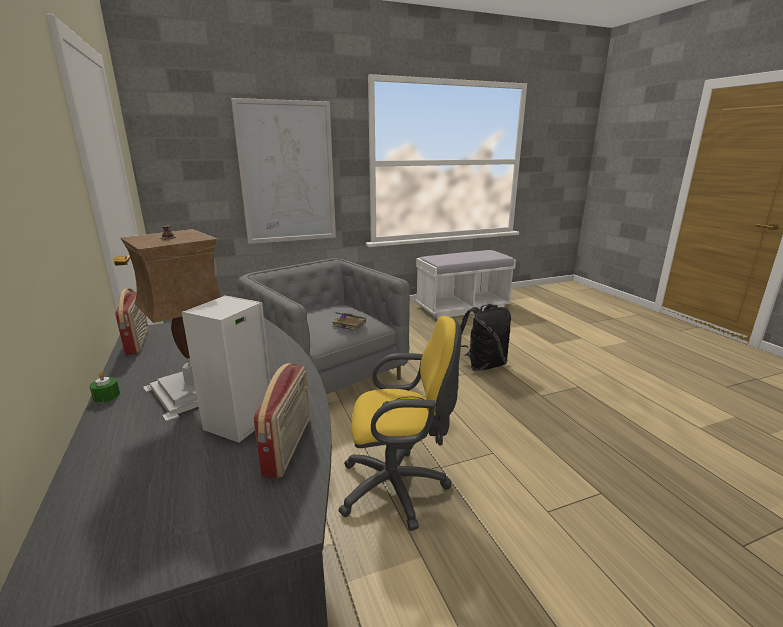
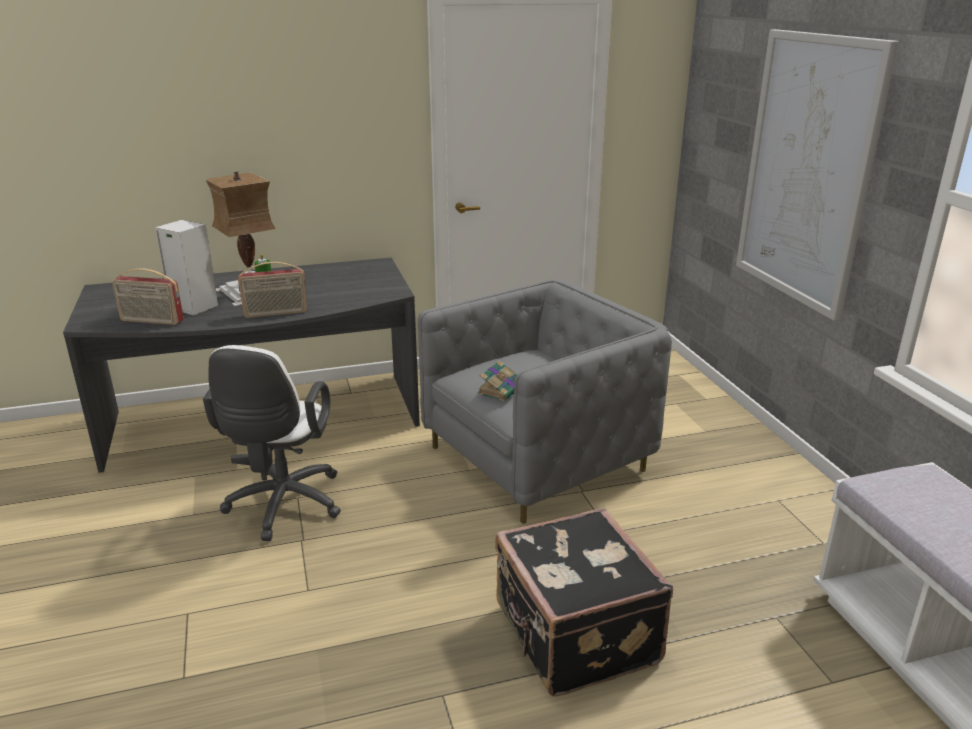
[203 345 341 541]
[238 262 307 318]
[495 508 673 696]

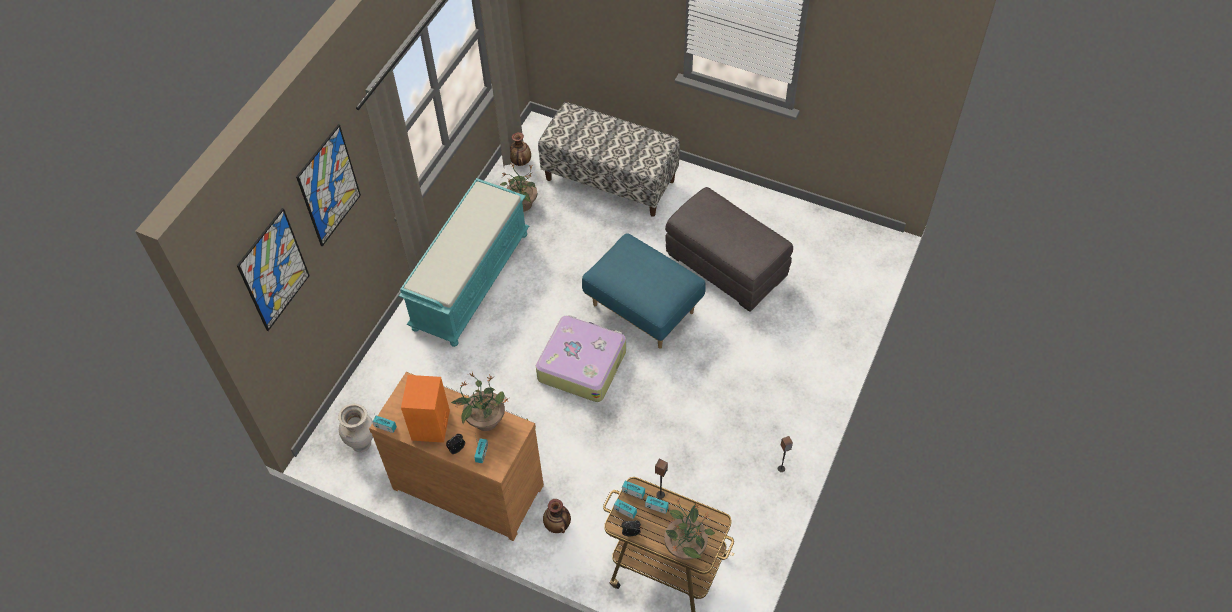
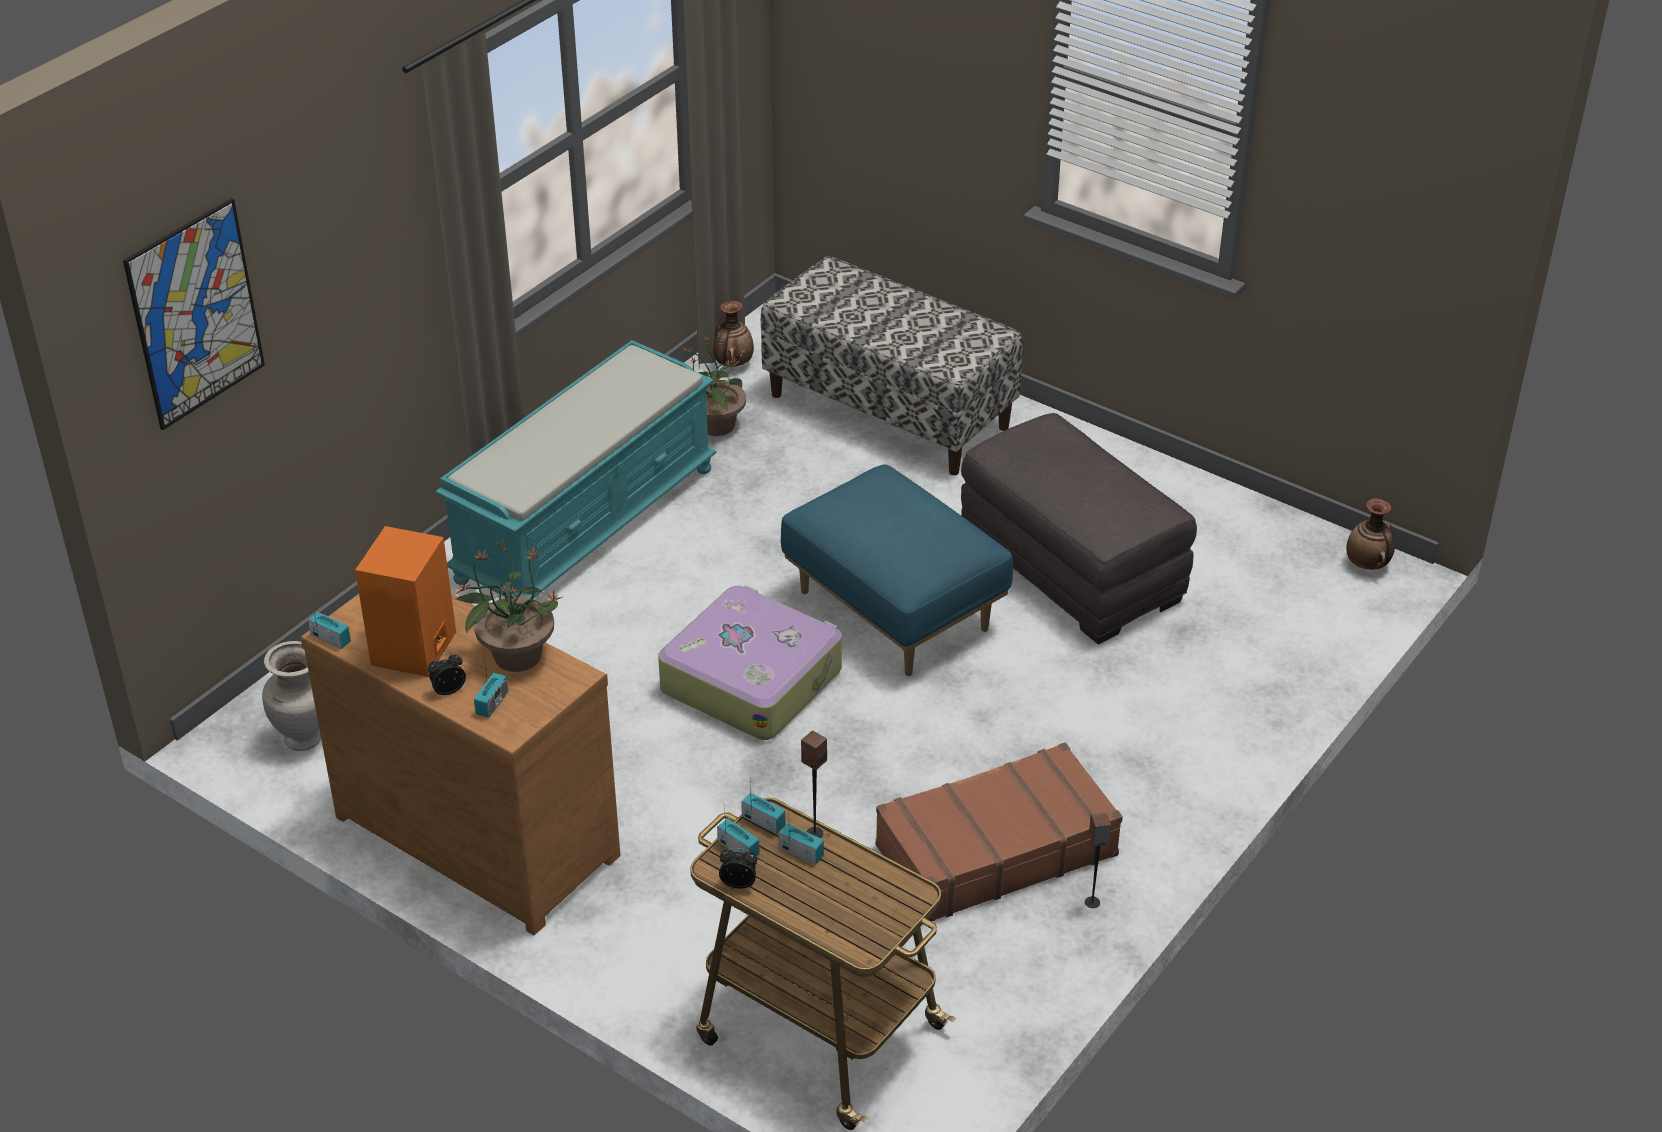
[876 742 1123 921]
[1346 499 1395 570]
[296 124 361 247] (first image)
[664 498 715 560] (first image)

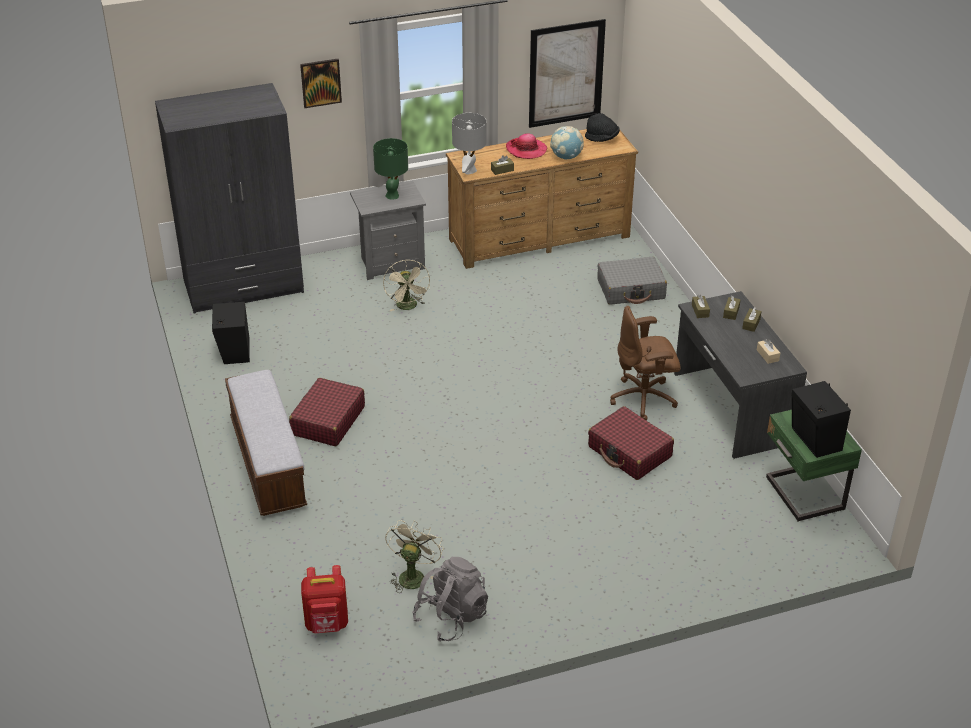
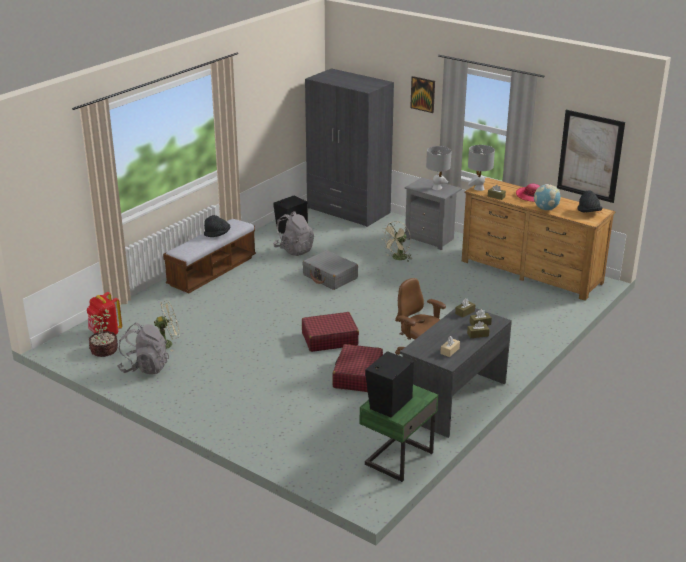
[89 308 118 357]
[204 215 230 237]
[273 211 314 256]
[302 250 358 290]
[302 312 359 352]
[426 146 451 190]

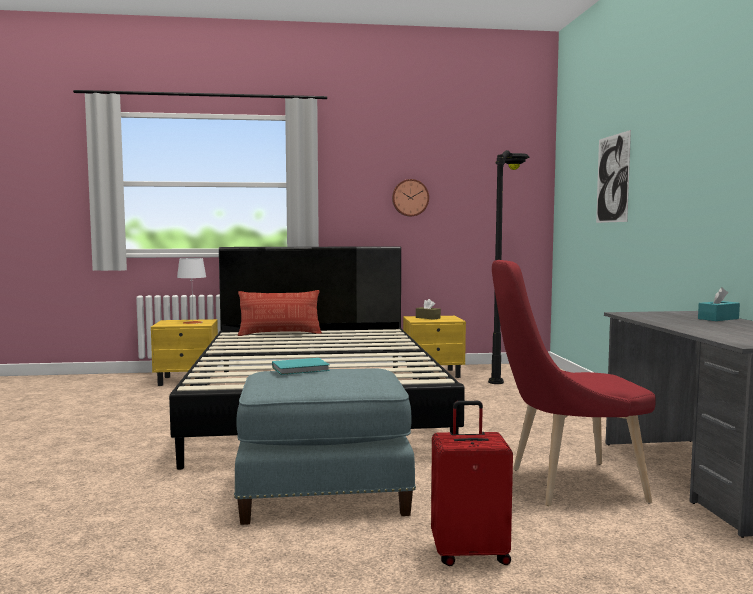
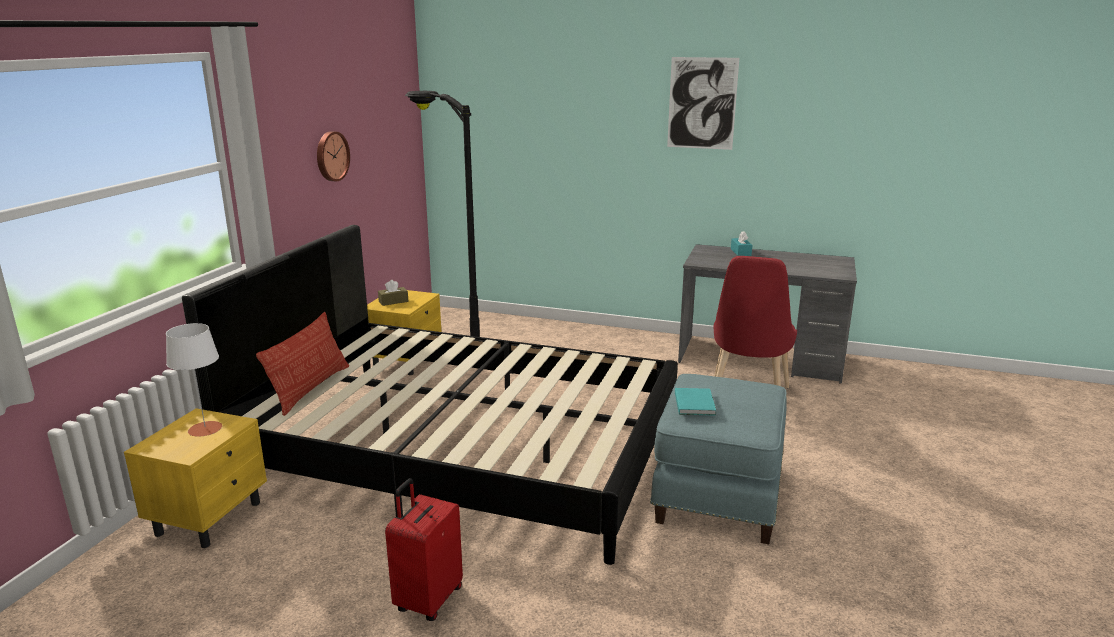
[385 478 463 621]
[667 57 739 150]

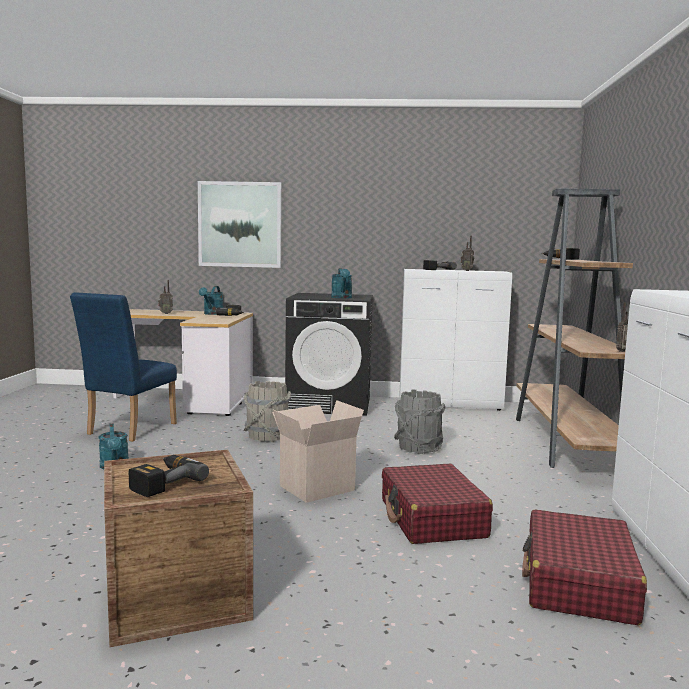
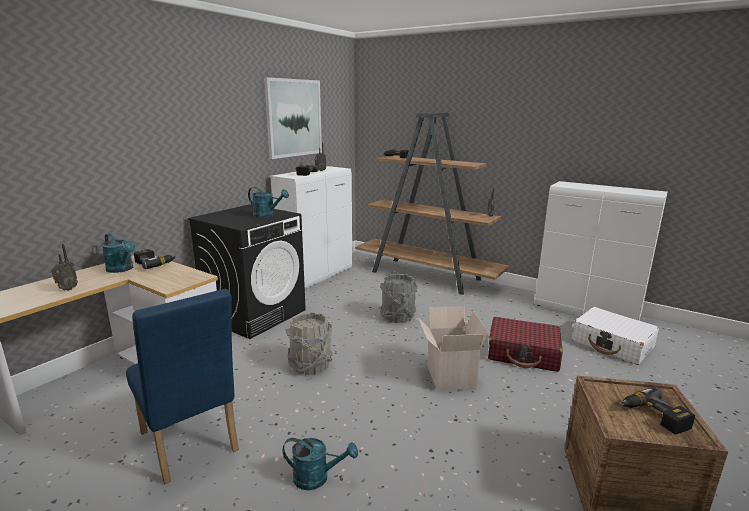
[264 77 322 159]
[572 307 659 365]

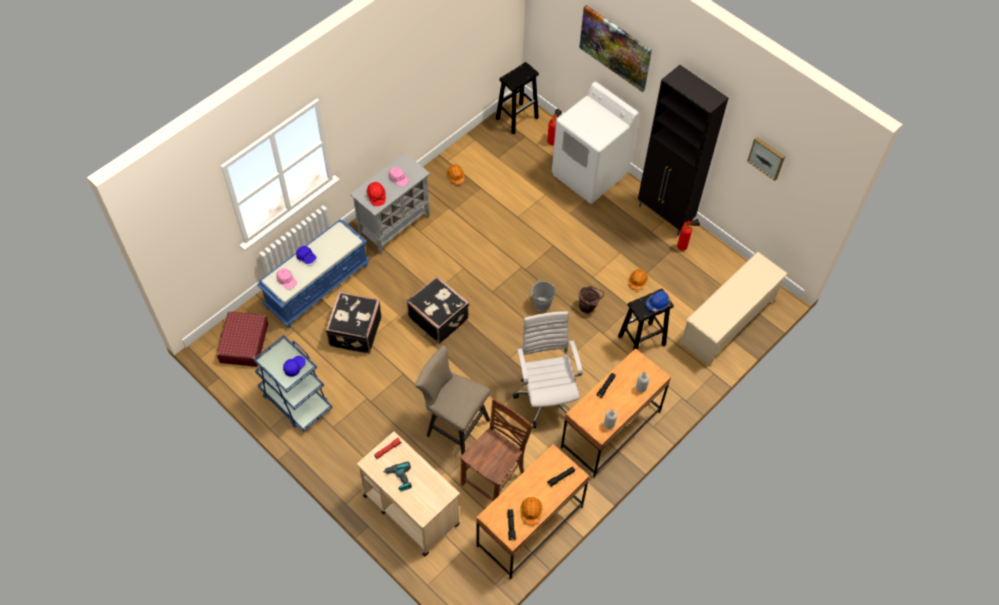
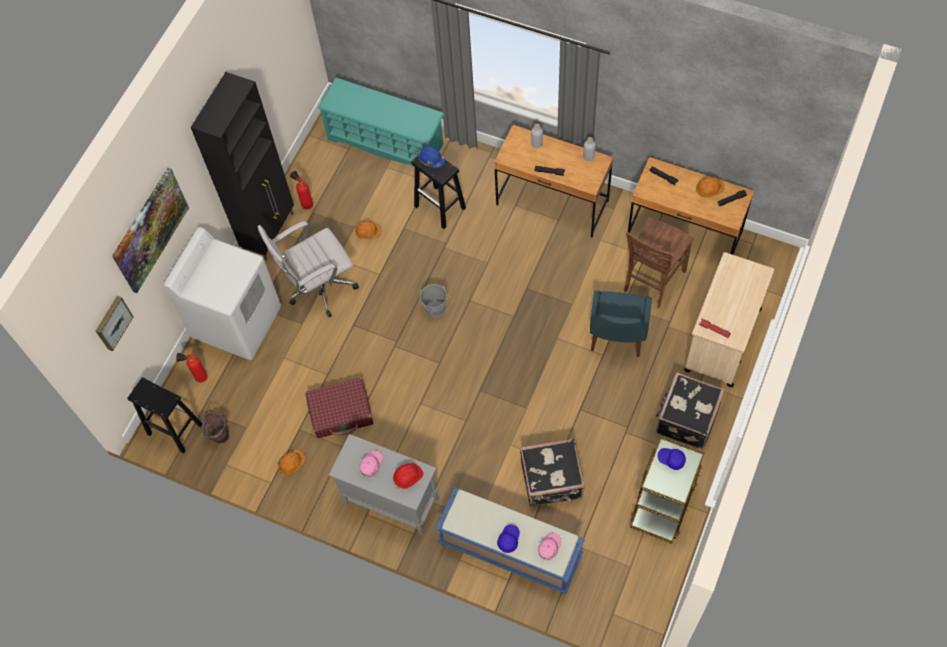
[96 296 134 351]
[201 409 229 443]
[258 221 359 318]
[305 378 373 438]
[318 78 444 167]
[590 290 652 357]
[624 217 694 308]
[630 436 705 544]
[656 372 725 449]
[383 461 412 491] (first image)

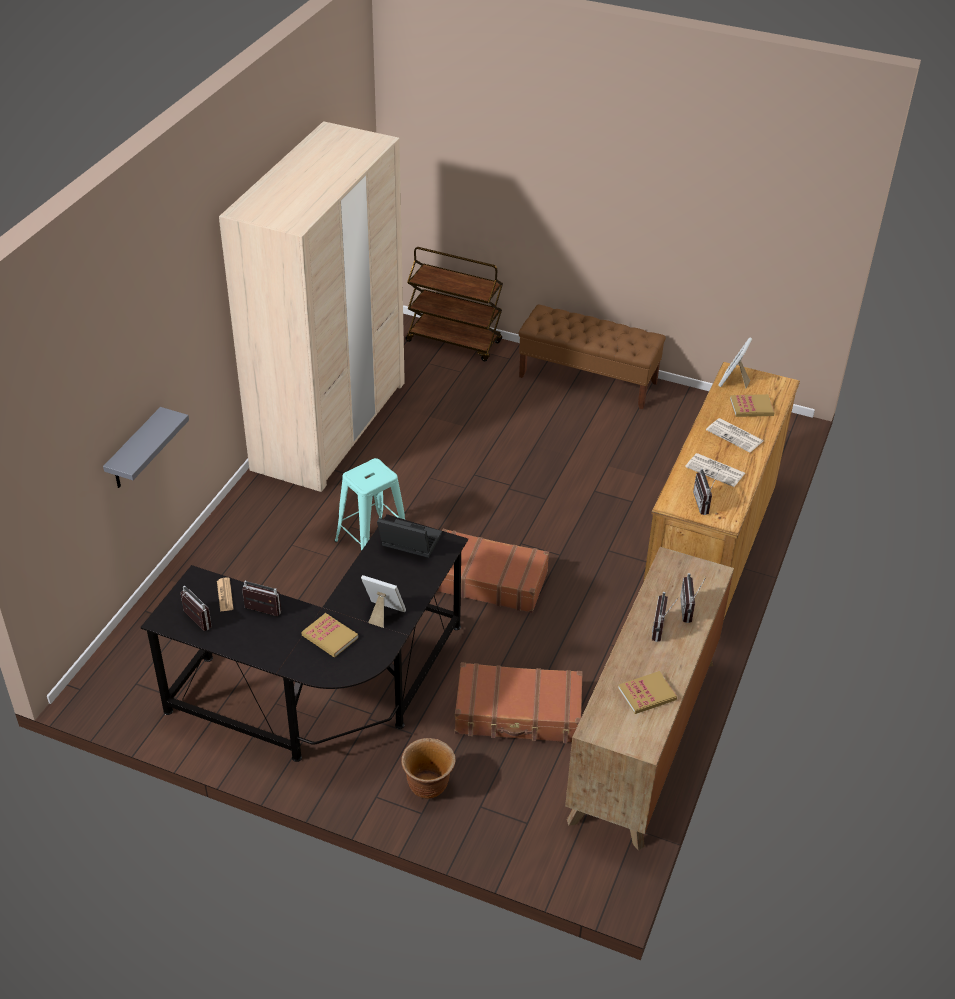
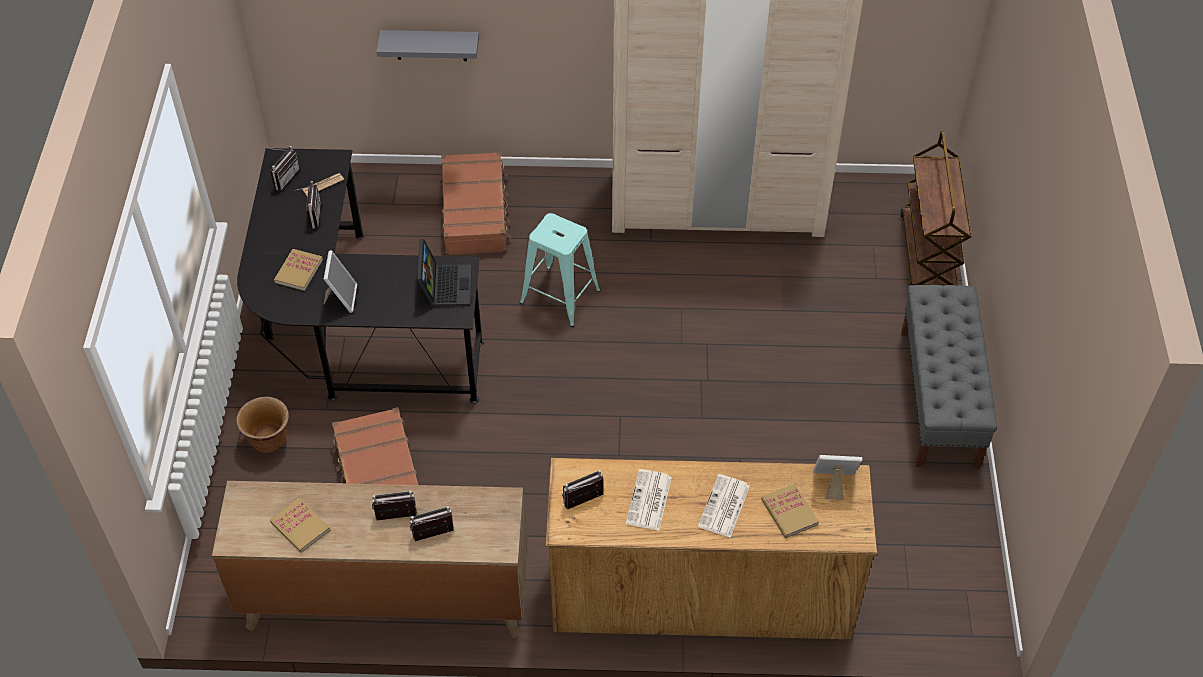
[441 152 511 256]
[901 285 997 469]

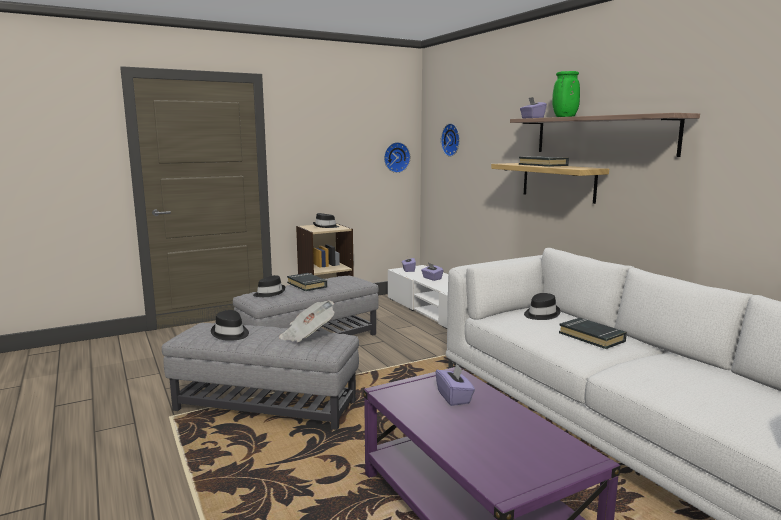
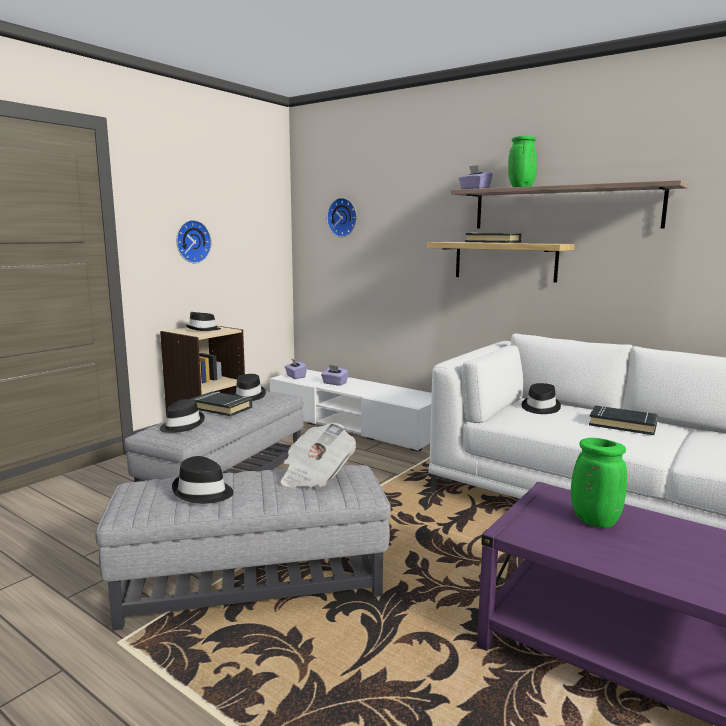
[176 220 211 263]
[232 374 266 401]
[571 438 627 528]

